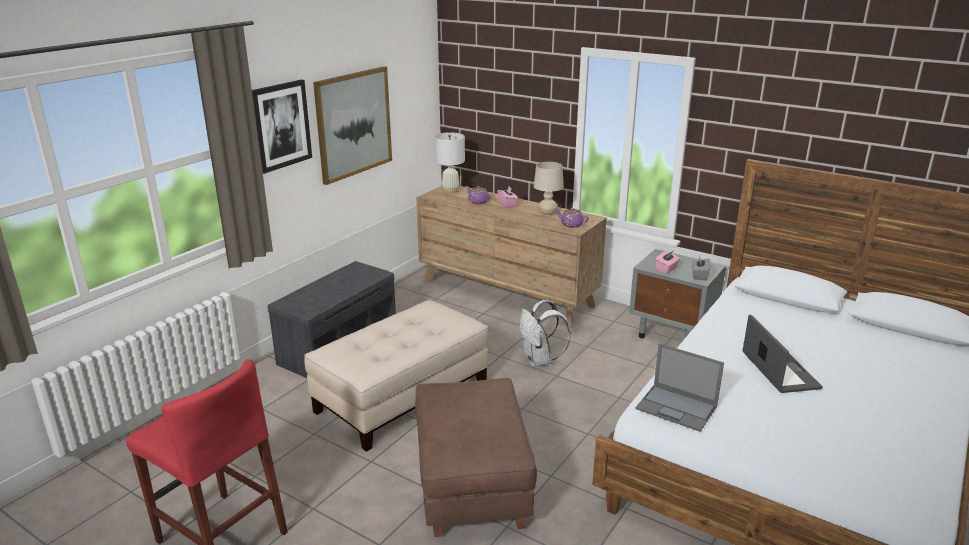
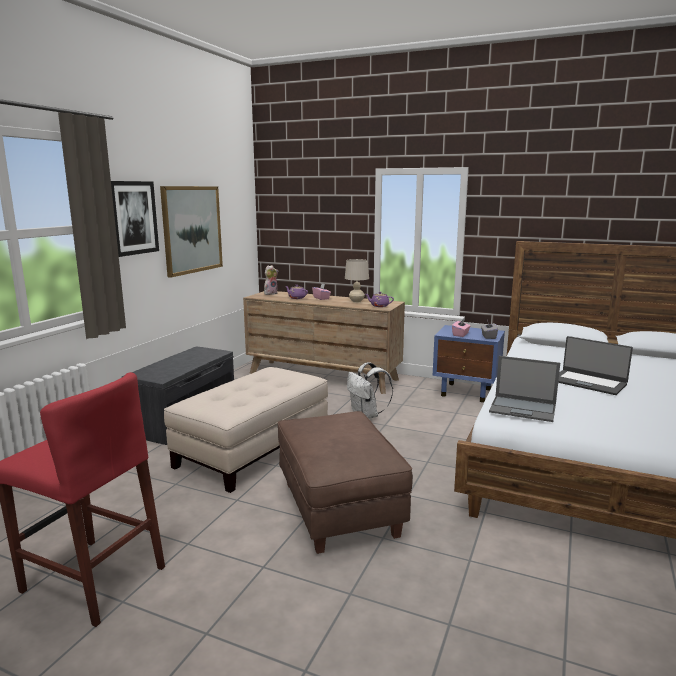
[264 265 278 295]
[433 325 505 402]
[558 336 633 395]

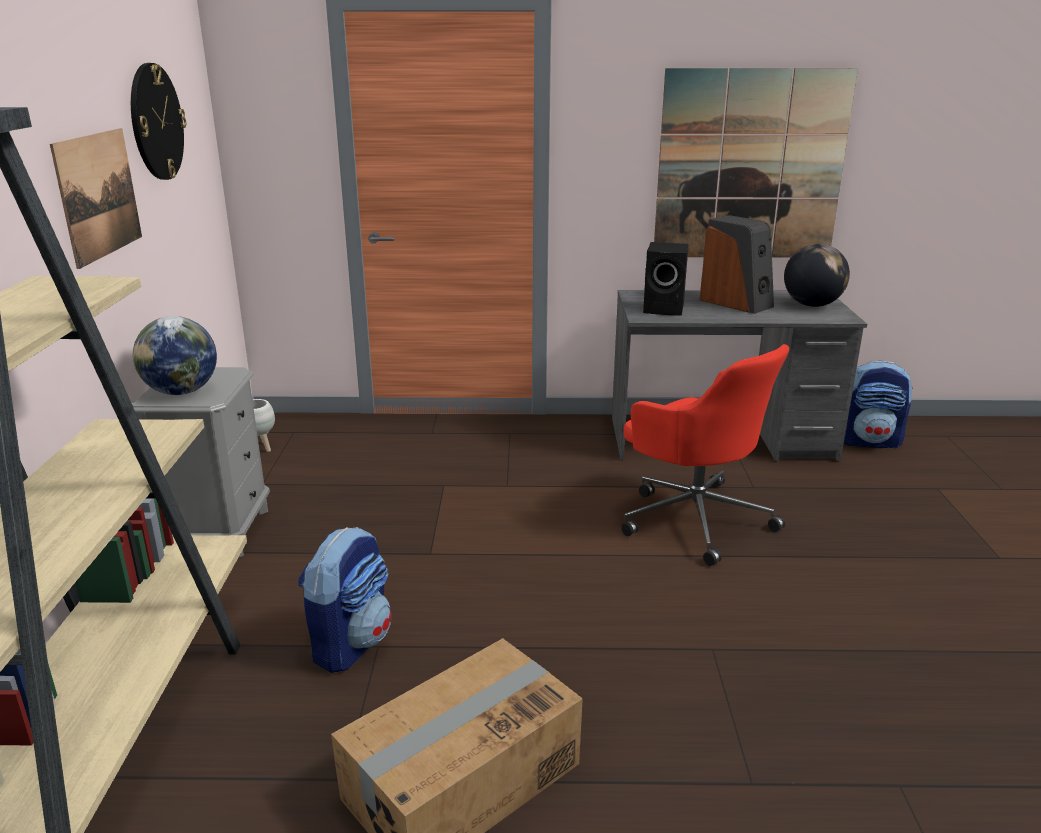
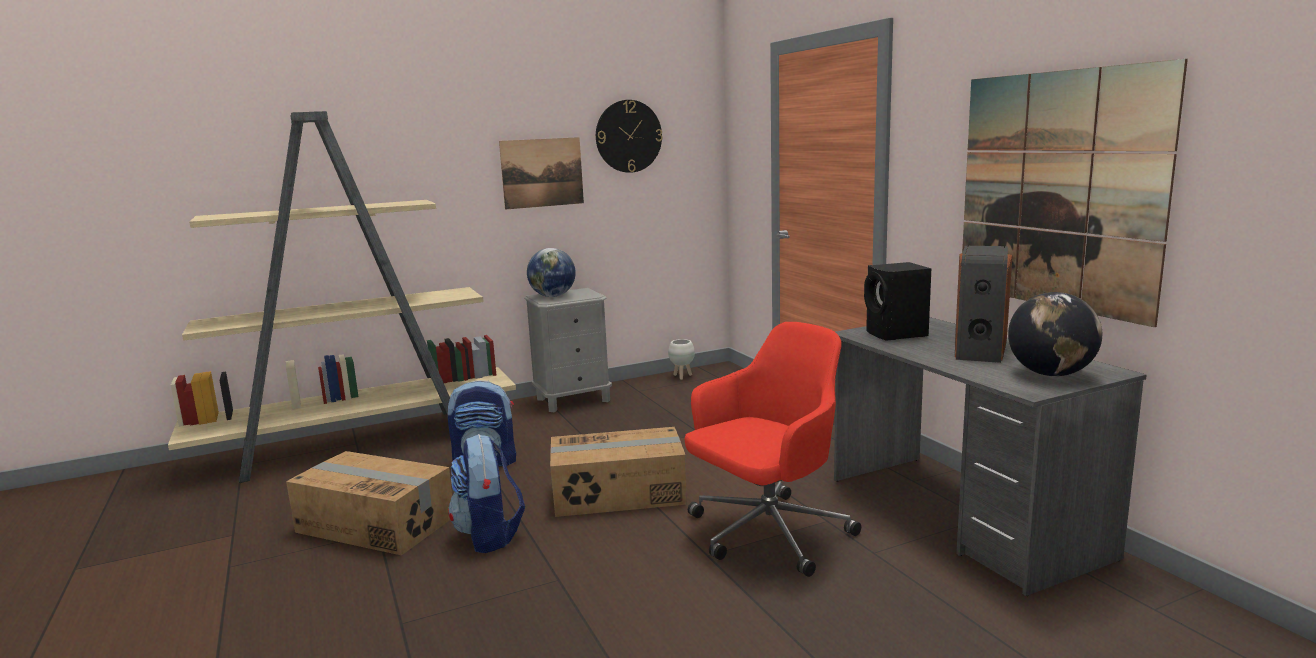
[448 434 525 553]
[550 427 686 517]
[685 322 861 577]

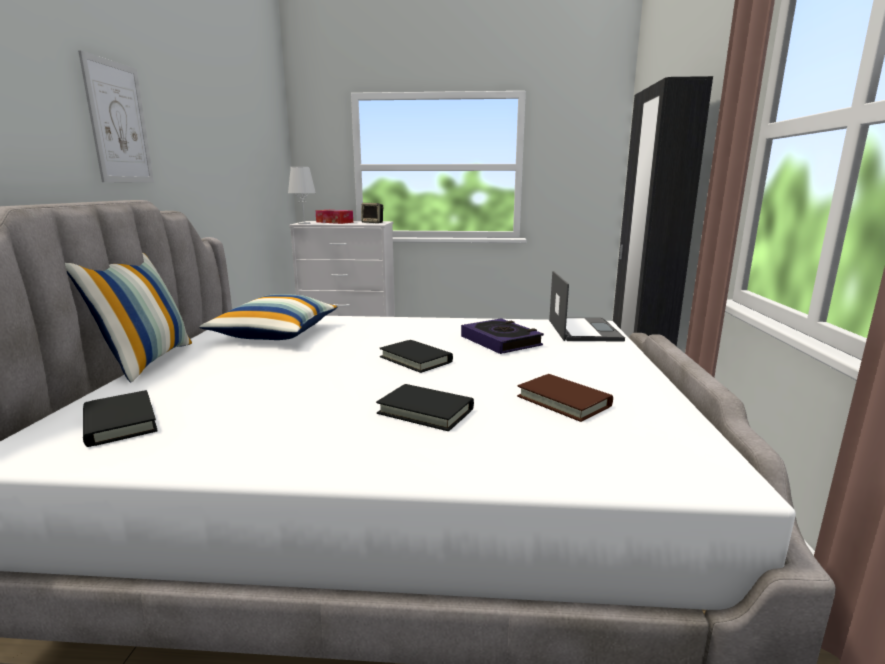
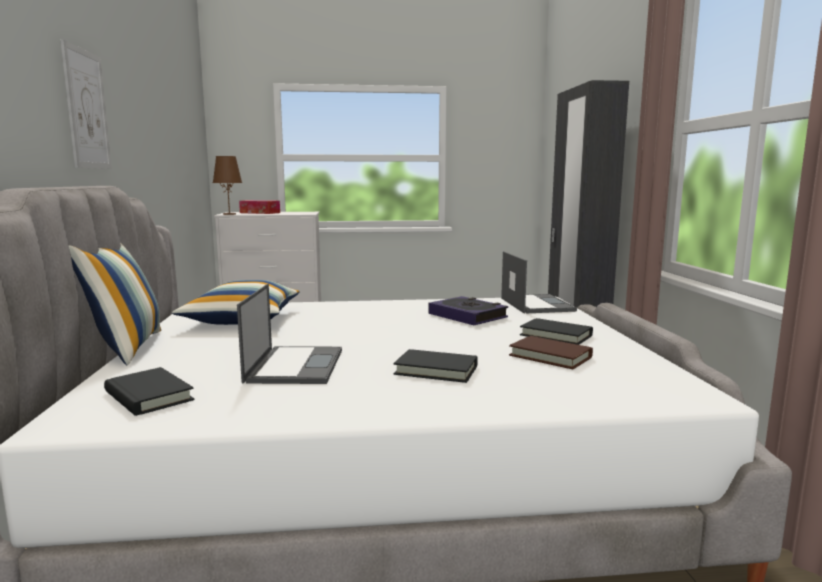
[213 156 242 215]
[237 284 342 384]
[520 318 593 345]
[361 203 384 223] (first image)

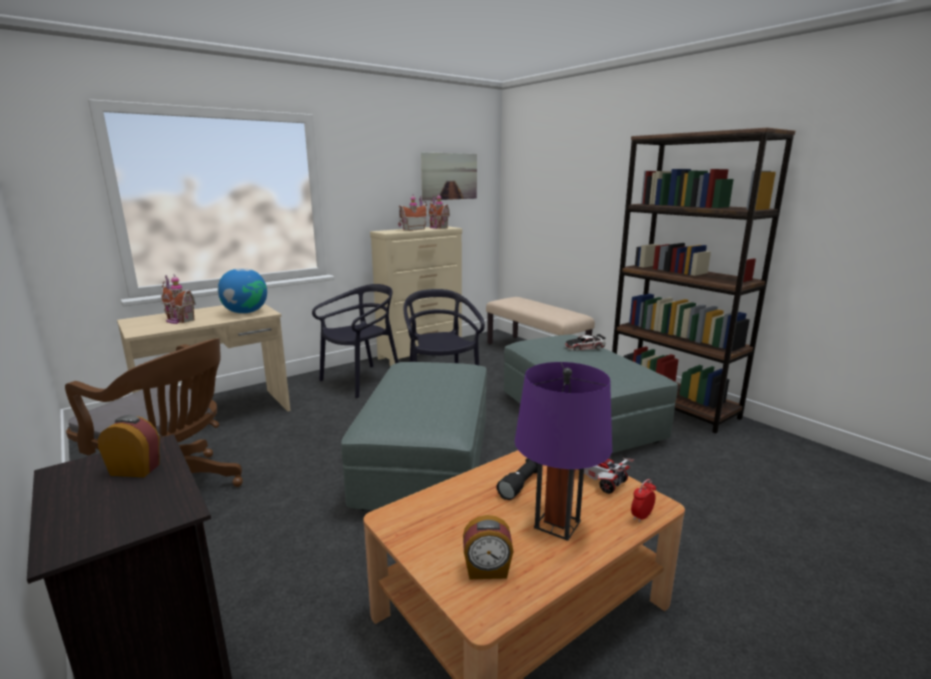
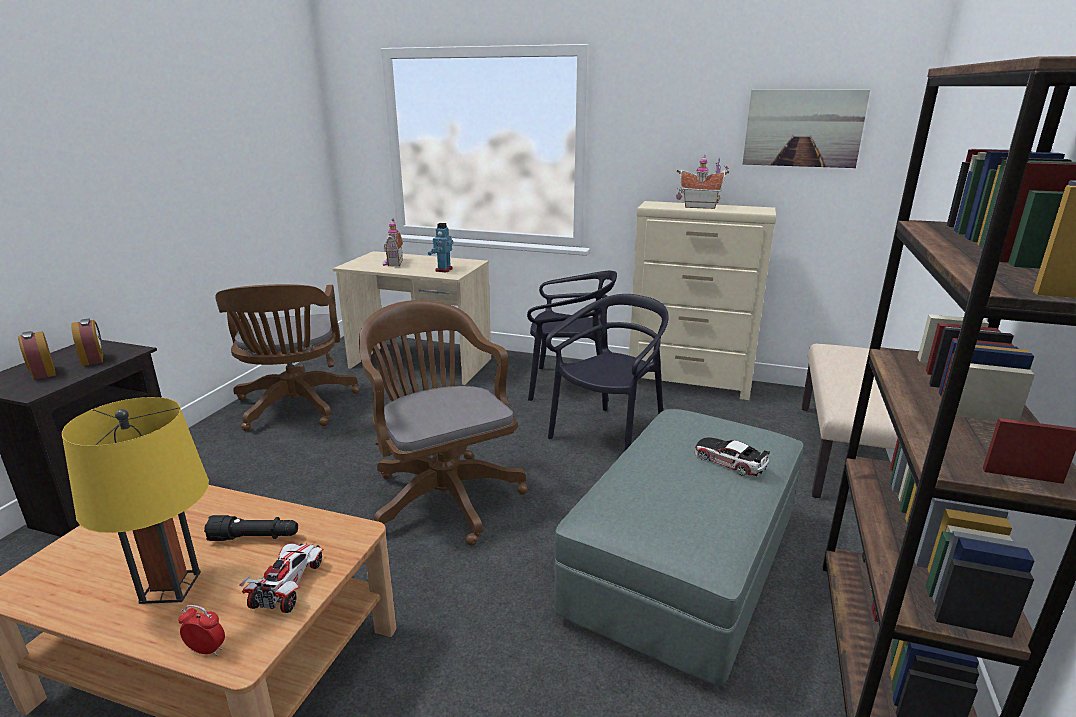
[18 331 56 380]
[62 397 209 604]
[359 300 528 546]
[428 223 453 272]
[428 194 450 229] (first image)

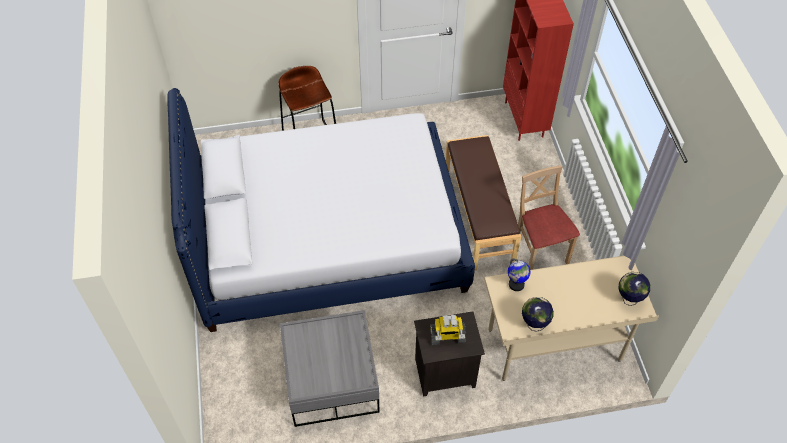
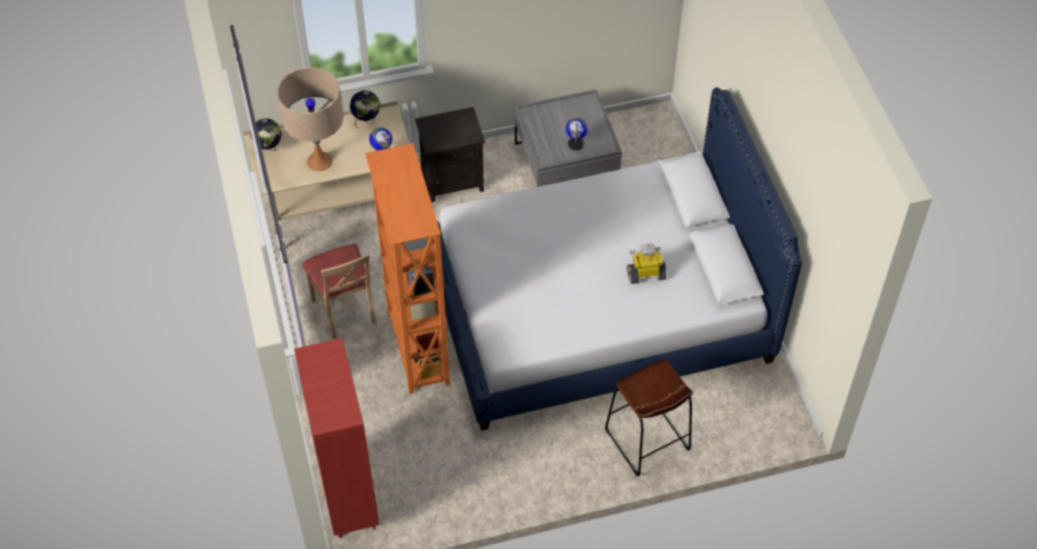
[277 67 344 171]
[365 143 450 394]
[566 118 588 150]
[627 243 666 284]

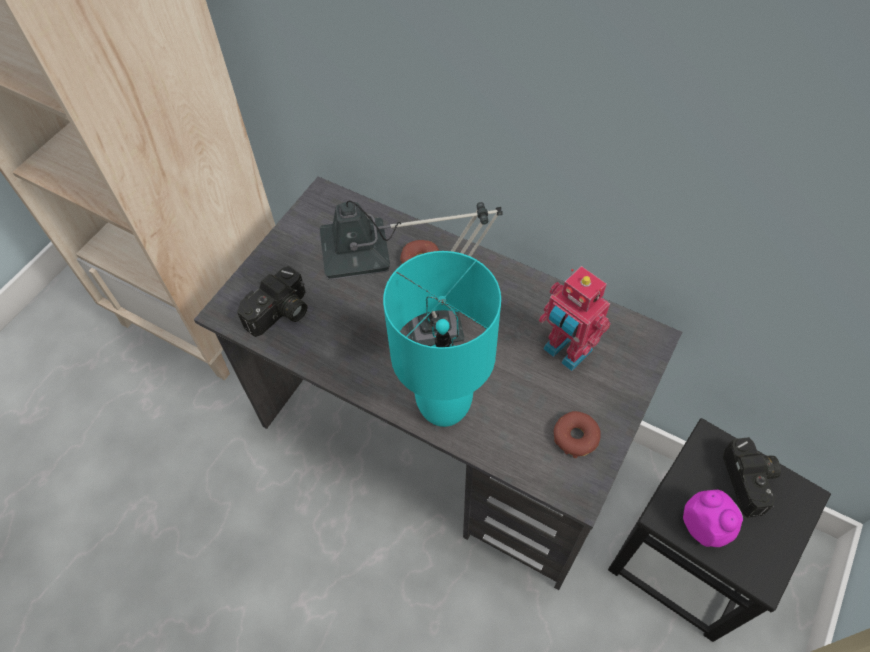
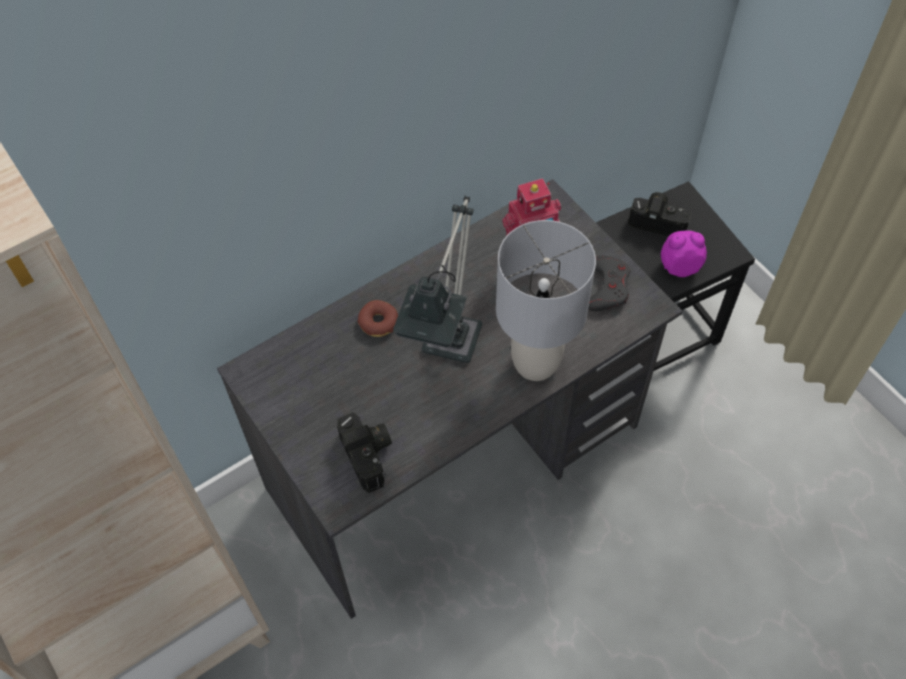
[496 220 596 381]
[588 256 630 311]

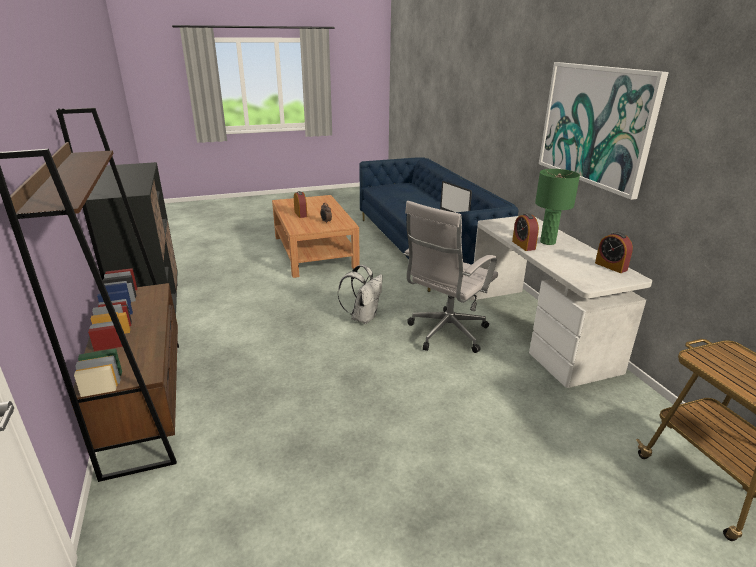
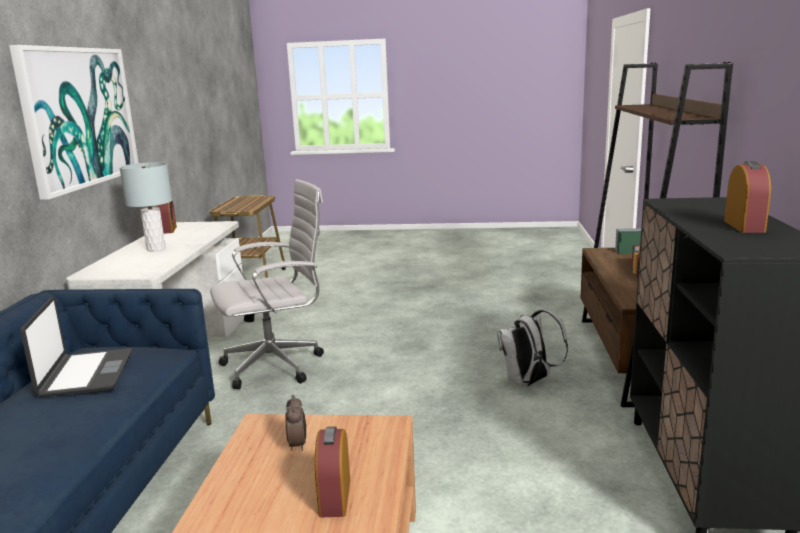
[119 162 172 251]
[497 310 568 387]
[724 161 771 233]

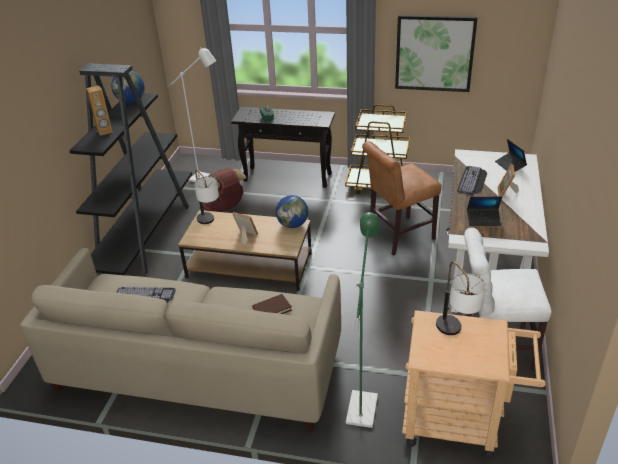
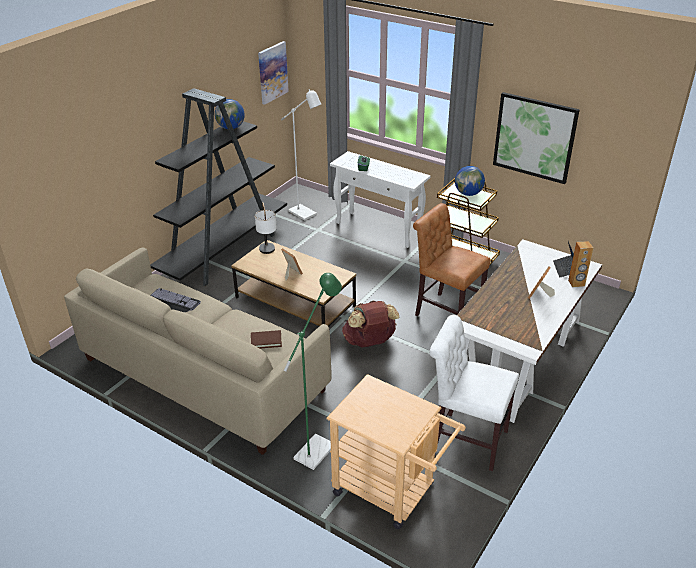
[258 41 289 105]
[330 151 431 248]
[342 300 399 348]
[413 203 491 316]
[455 166 485 196]
[568 241 593 287]
[436 261 486 335] (first image)
[457 166 487 195] (first image)
[467 197 502 226] (first image)

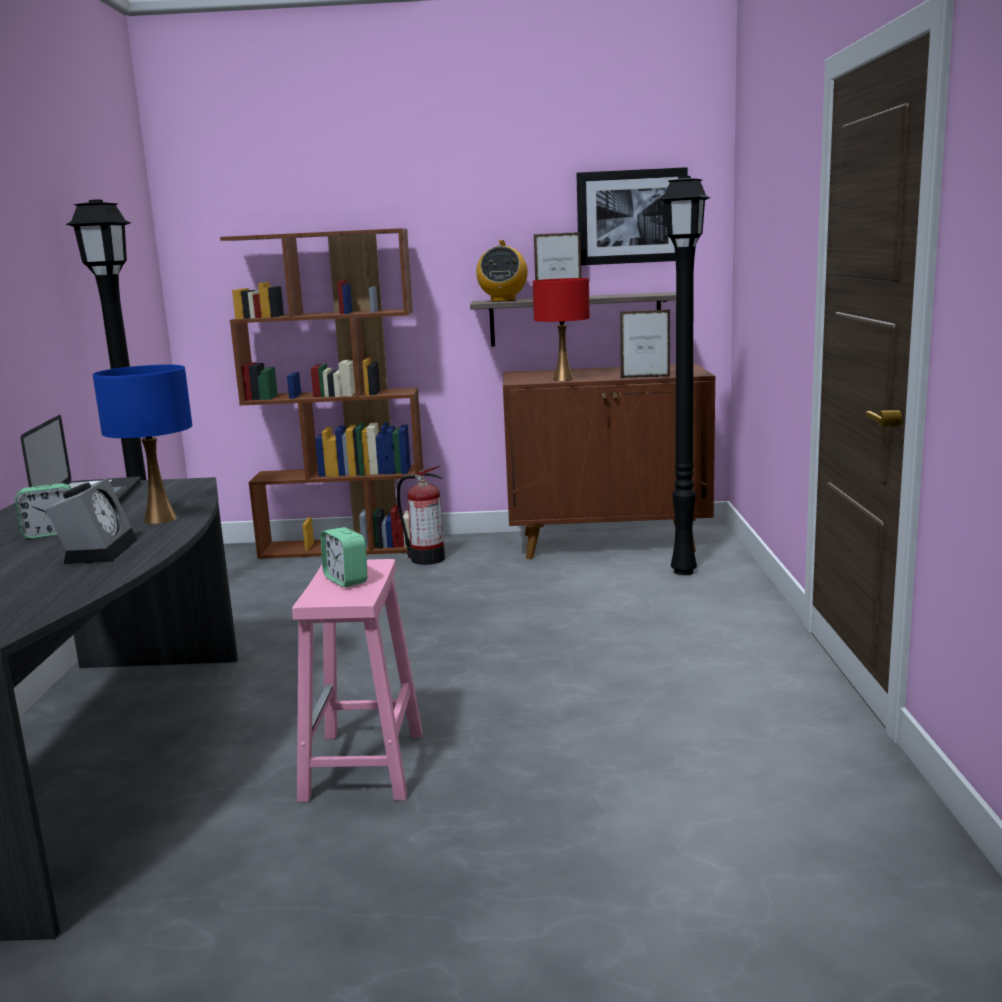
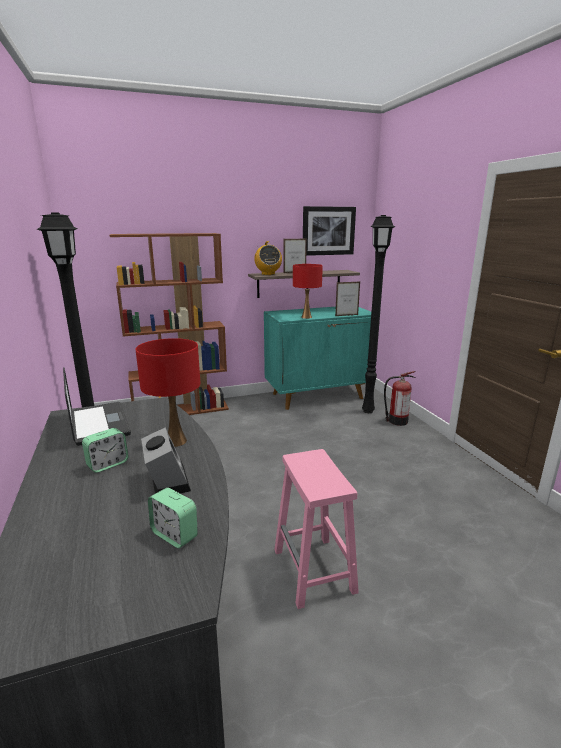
[136 338 200 447]
[148 488 198 548]
[264 307 371 410]
[384 371 416 426]

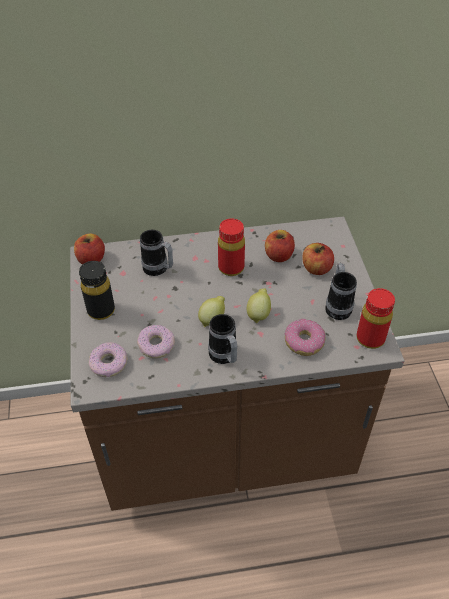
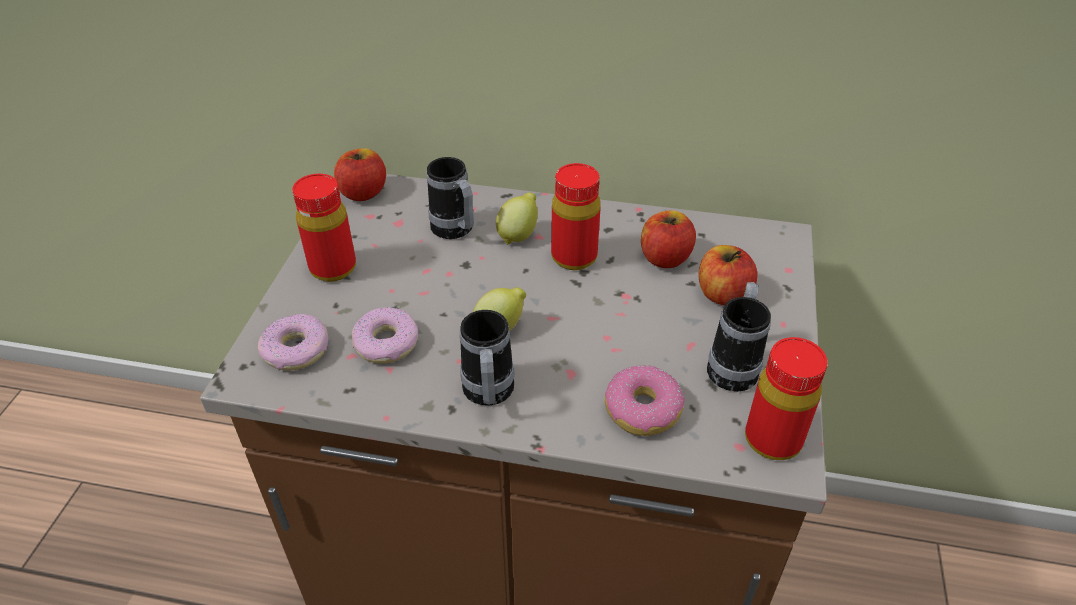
[292 174 356 282]
[496 193 538 245]

